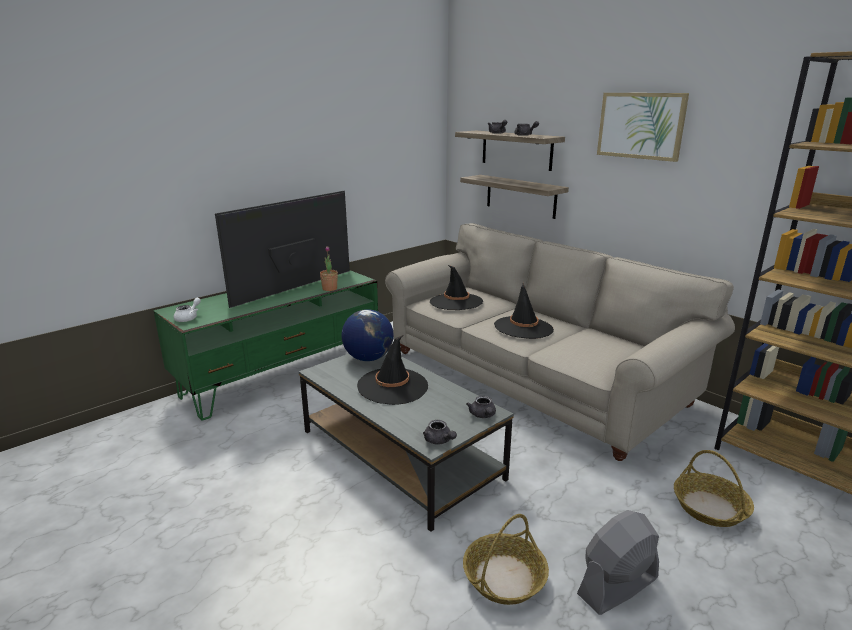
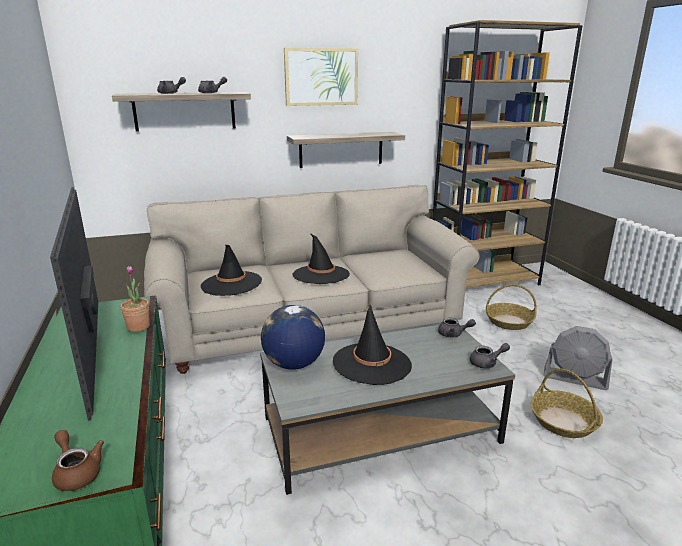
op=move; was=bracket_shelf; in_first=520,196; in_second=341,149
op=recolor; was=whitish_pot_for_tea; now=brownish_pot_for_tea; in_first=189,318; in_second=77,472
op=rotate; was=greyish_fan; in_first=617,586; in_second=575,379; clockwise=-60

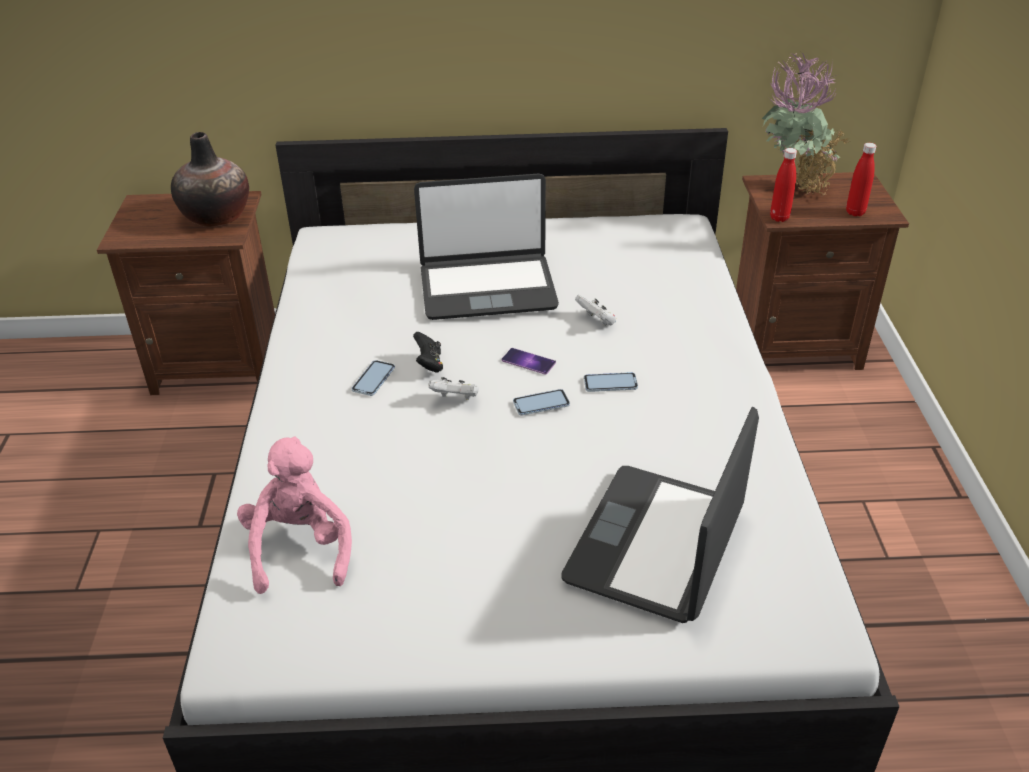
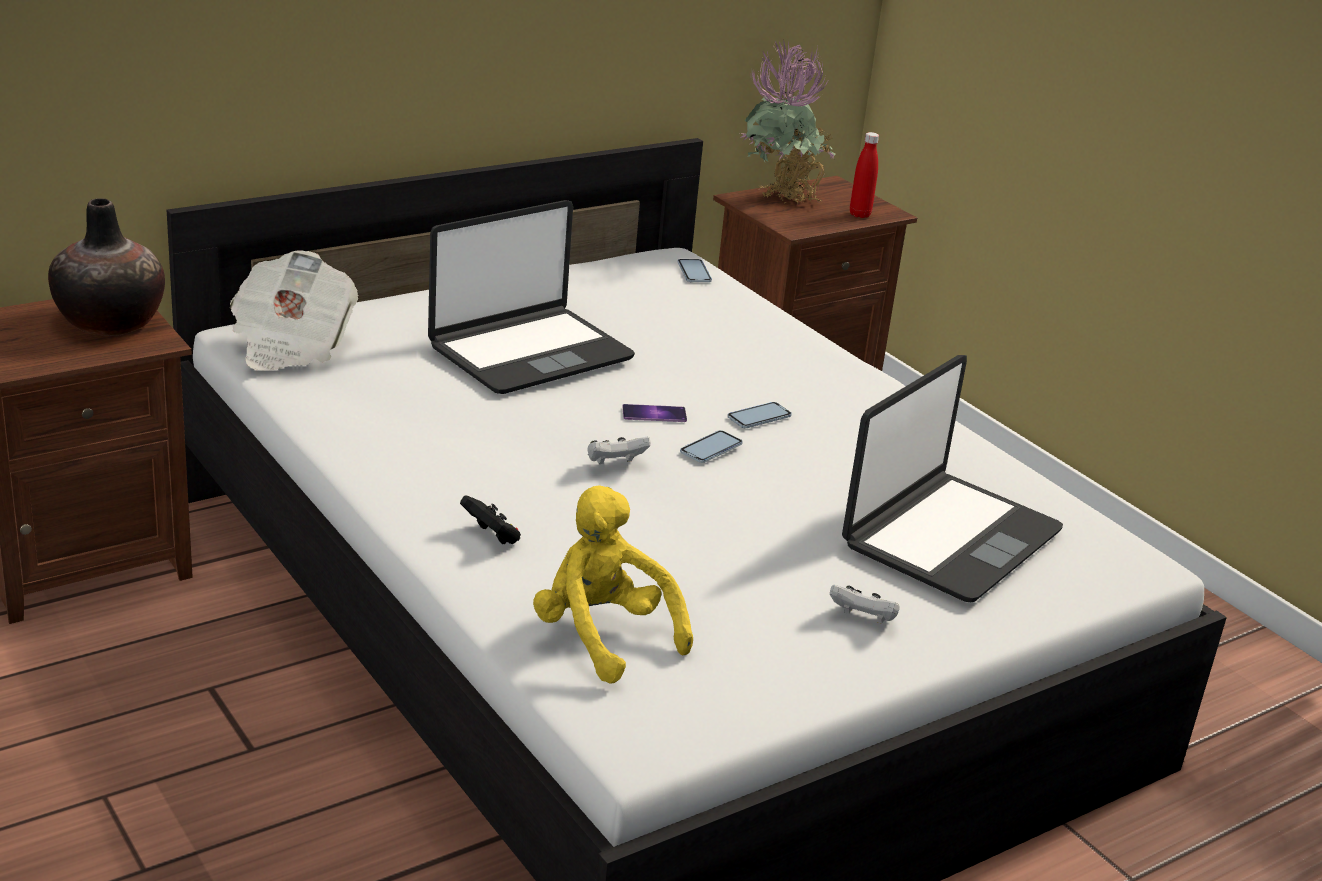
op=delete; was=red_beverage_bottle; in_first=779,218
op=move; was=whitish_gamepad; in_first=596,321; in_second=862,619
op=move; was=blackish_gamepad; in_first=429,364; in_second=491,537
op=move; was=telephone; in_first=373,379; in_second=694,272
op=rotate; was=notebook_computer; in_first=657,544; in_second=949,538; clockwise=-135
op=recolor; was=pinkish_soft_toy; now=yellowish_soft_toy; in_first=300,548; in_second=603,636
op=insert; now=newspaper; in_second=290,344

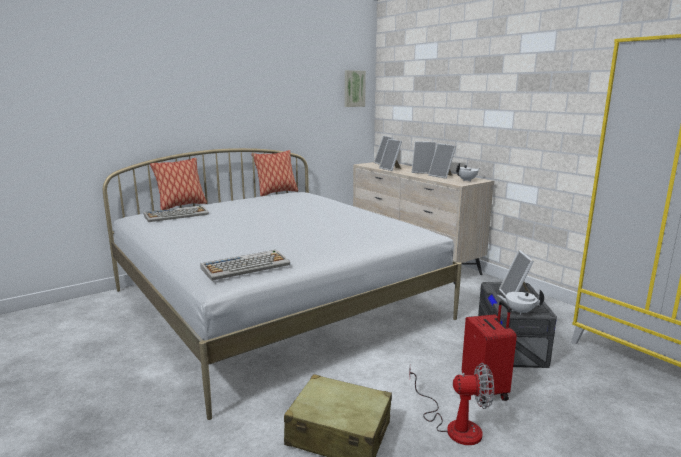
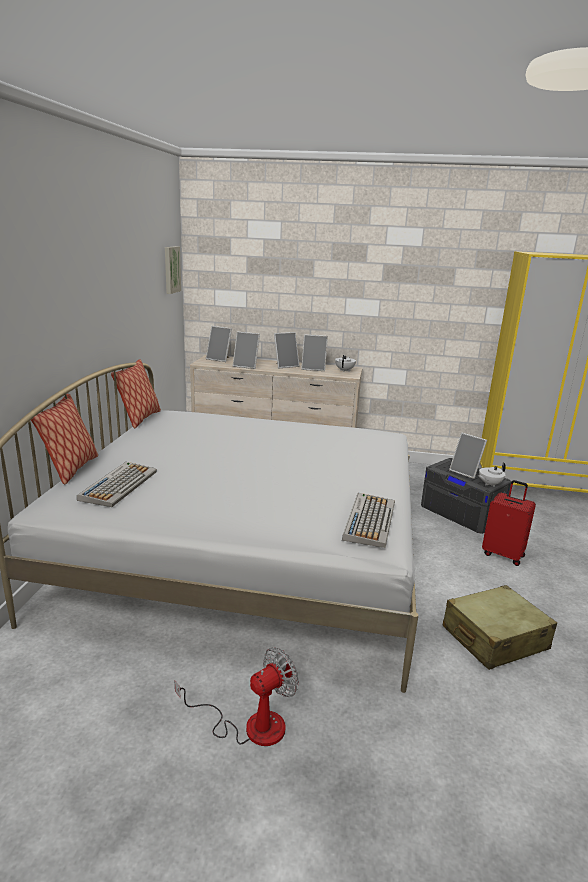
op=move; was=fan; in_first=454,425; in_second=250,725

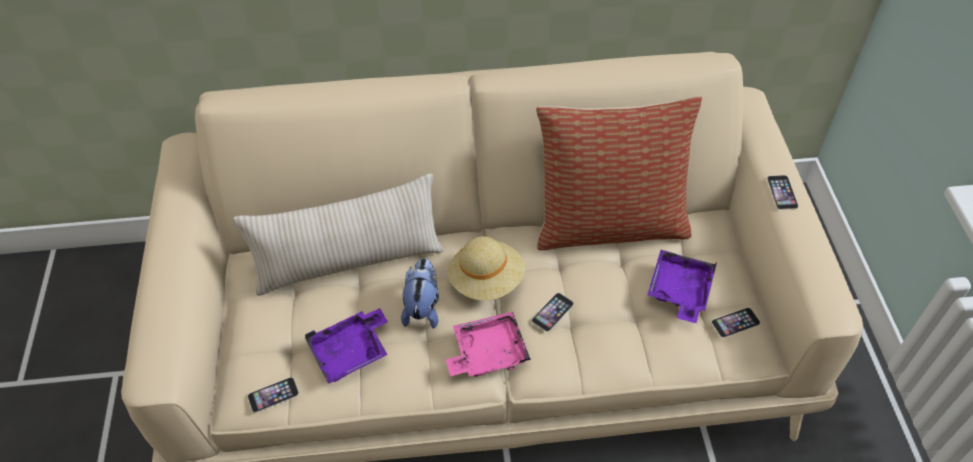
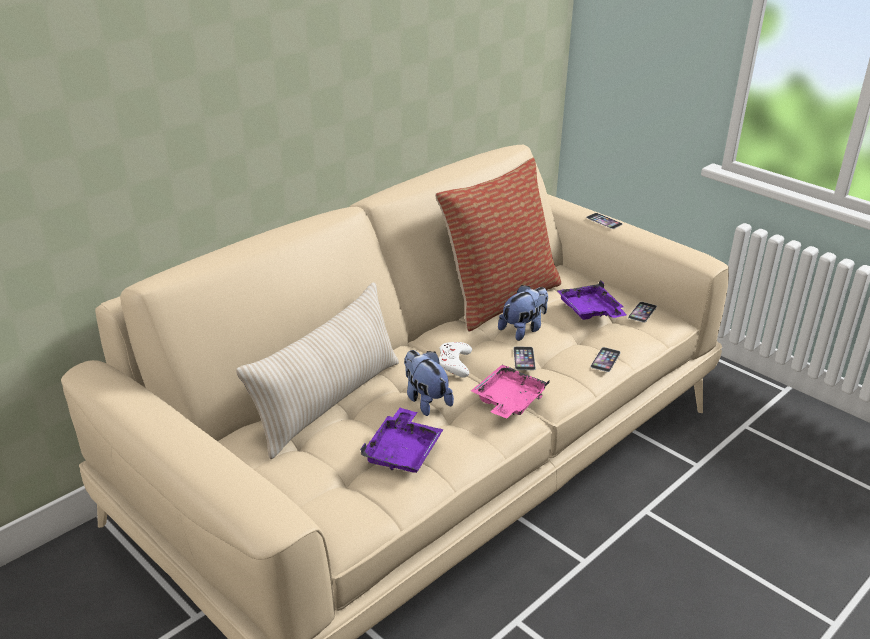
op=replace; was=beige-coloured_hat; now=whitish_gamepad; in_first=486,280; in_second=454,363
op=move; was=telephone; in_first=273,394; in_second=605,359
op=insert; now=soft_toy; in_second=523,329

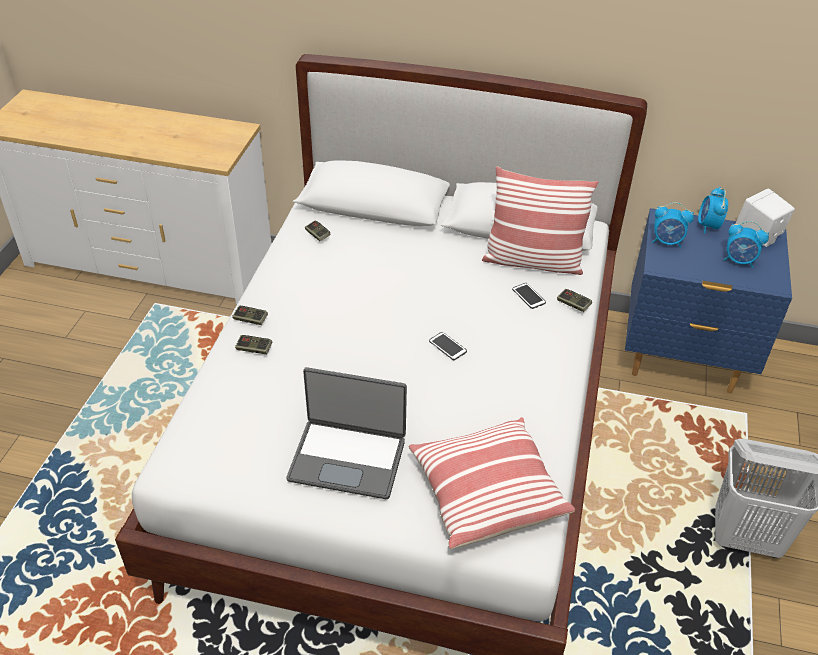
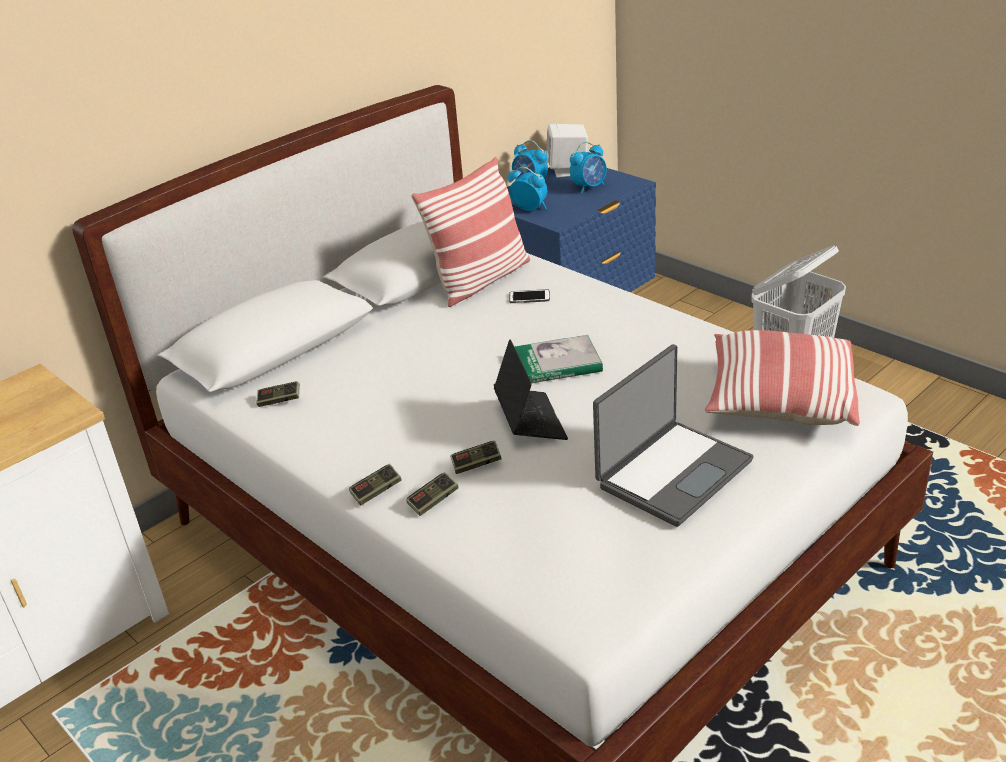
op=rotate; was=bedside_clock; in_first=667,242; in_second=529,209; clockwise=-105
op=move; was=gamepad; in_first=573,305; in_second=476,464
op=replace; was=telephone; now=book; in_first=447,346; in_second=558,363
op=insert; now=notebook_computer; in_second=530,421

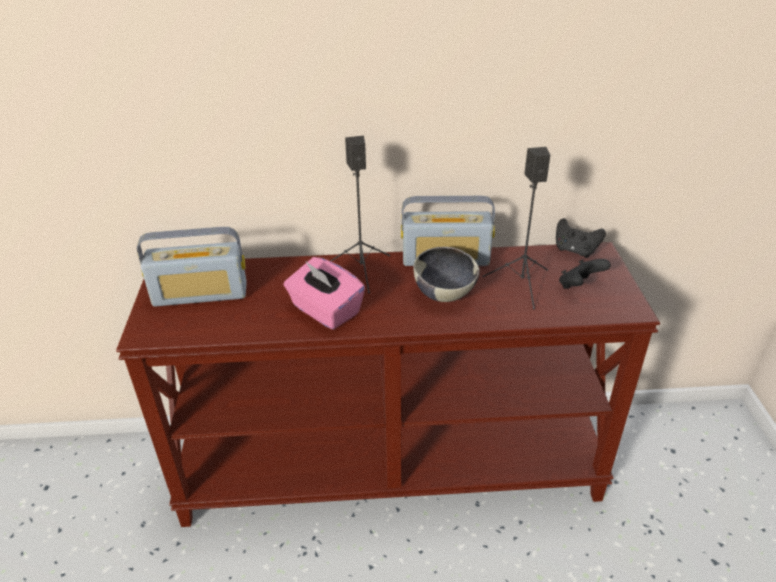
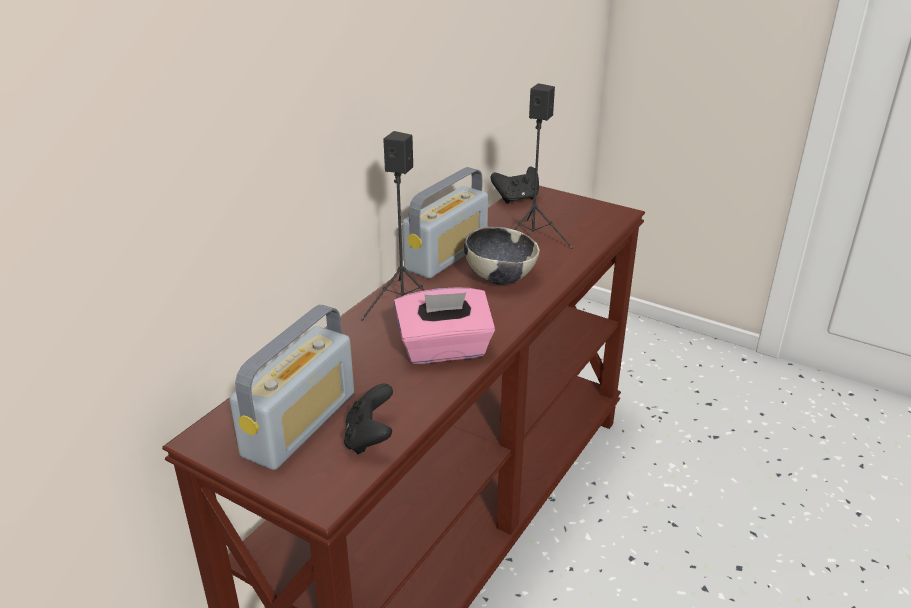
op=move; was=blackish_gamepad; in_first=579,286; in_second=369,438

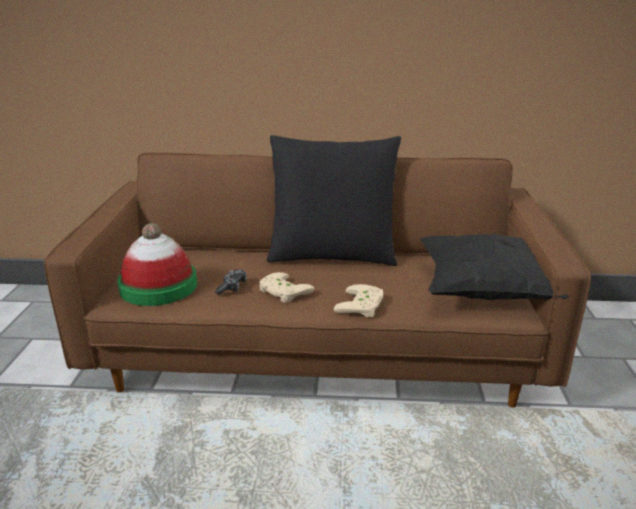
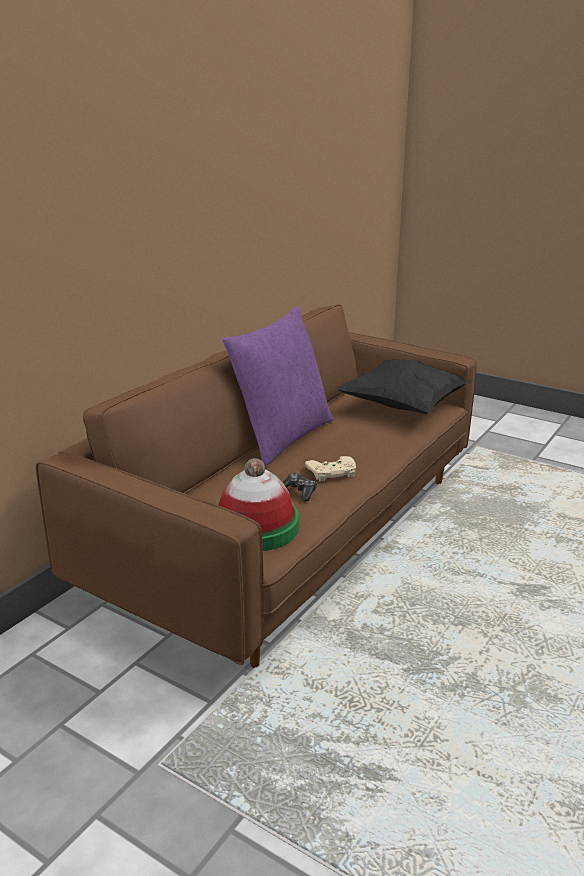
op=recolor; was=blackish_cushion; now=purple_cushion; in_first=332,255; in_second=282,437
op=delete; was=beige-coloured_gamepad; in_first=363,305

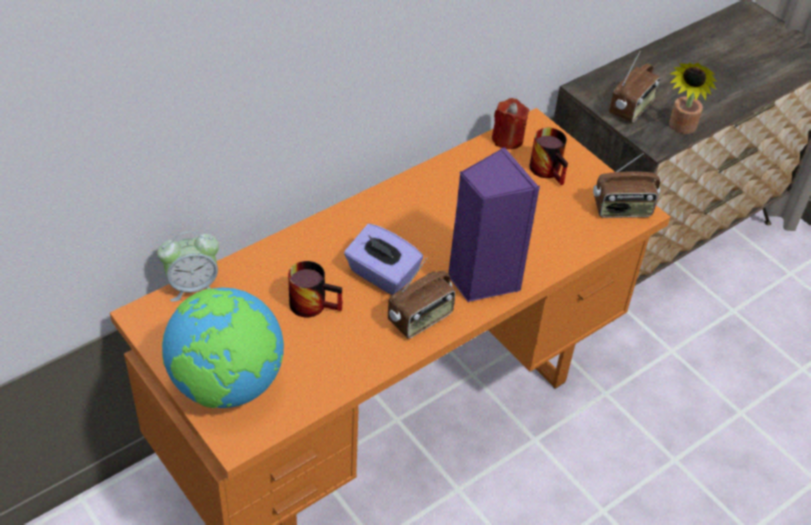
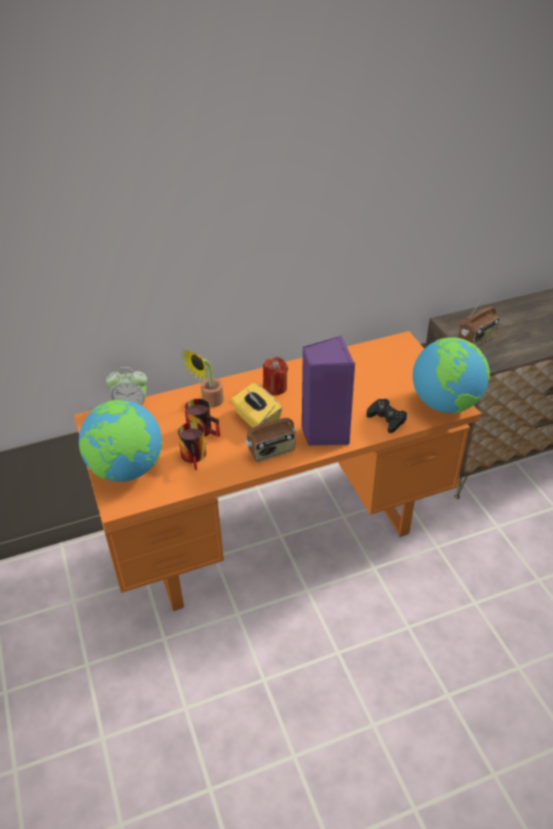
op=move; was=plant_in_a_pot; in_first=681,128; in_second=209,402
op=move; was=red_candle; in_first=507,139; in_second=275,387
op=move; was=mug; in_first=550,170; in_second=196,456
op=replace; was=radio_receiver; now=desk_globe; in_first=622,210; in_second=445,403
op=recolor; was=purple_box_of_tissues; now=yellowish_box_of_tissues; in_first=381,275; in_second=256,419
op=insert; now=blackish_gamepad; in_second=386,419

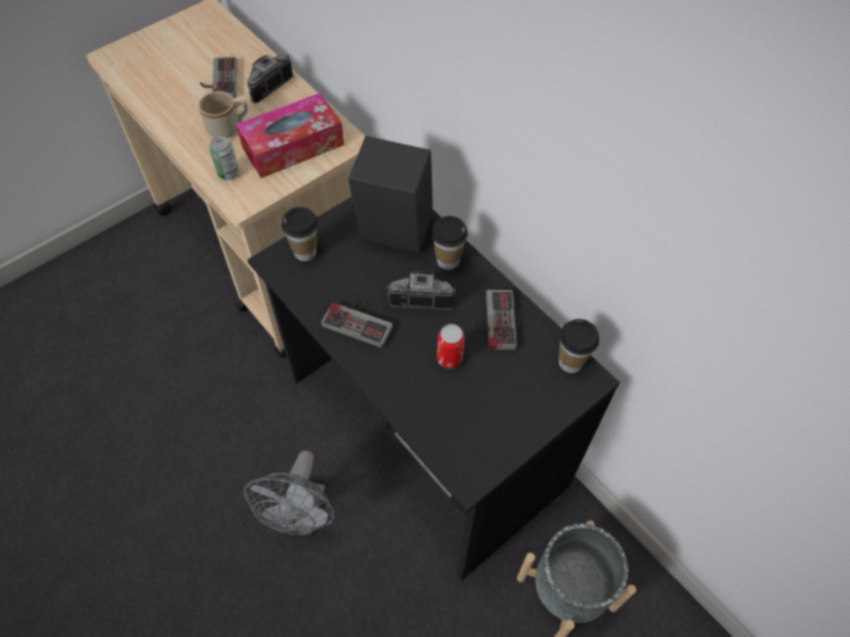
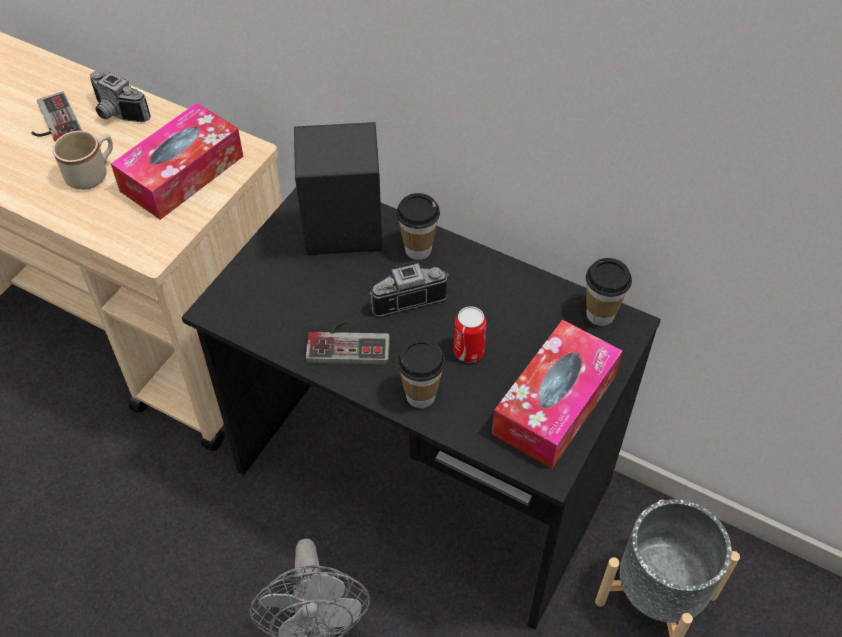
op=rotate; was=still_camera; in_first=266,85; in_second=116,114; clockwise=-75
op=delete; was=sealed_can; in_first=228,173
op=move; was=small_cup; in_first=305,252; in_second=420,395
op=delete; was=gamepad; in_first=492,320
op=insert; now=box_of_tissues; in_second=554,404

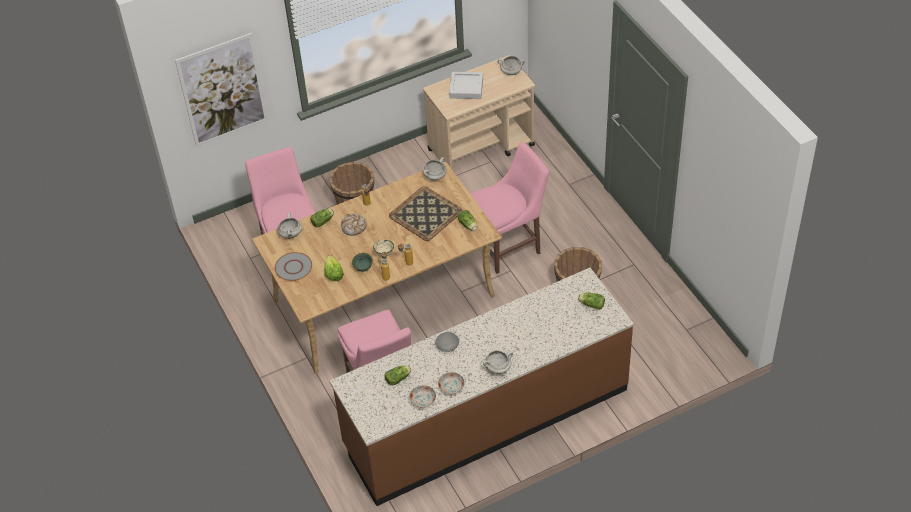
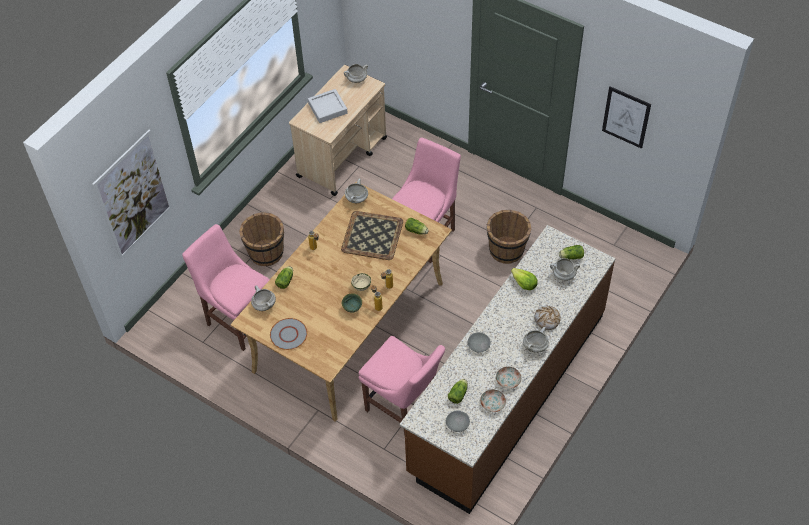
op=move; was=bread; in_first=354,227; in_second=547,320
op=move; was=lettuce; in_first=333,274; in_second=523,284
op=insert; now=wall_picture; in_second=626,117
op=insert; now=whitish_cooking_pot; in_second=563,275
op=insert; now=greyish_bowl; in_second=458,423

